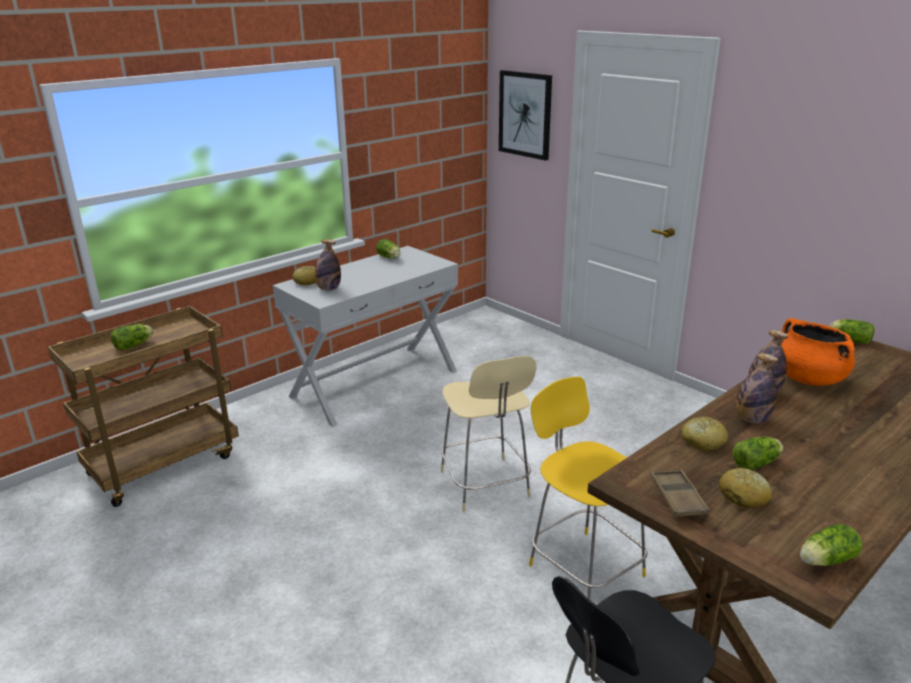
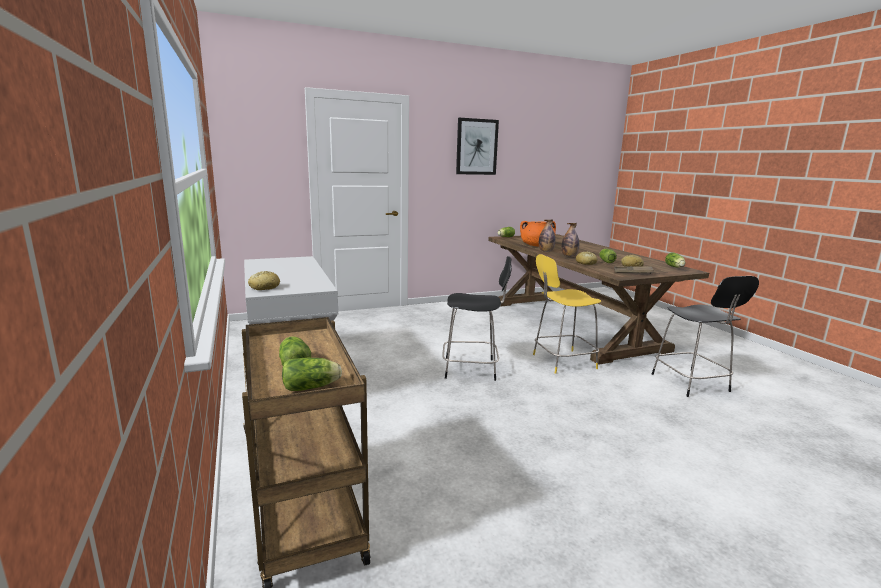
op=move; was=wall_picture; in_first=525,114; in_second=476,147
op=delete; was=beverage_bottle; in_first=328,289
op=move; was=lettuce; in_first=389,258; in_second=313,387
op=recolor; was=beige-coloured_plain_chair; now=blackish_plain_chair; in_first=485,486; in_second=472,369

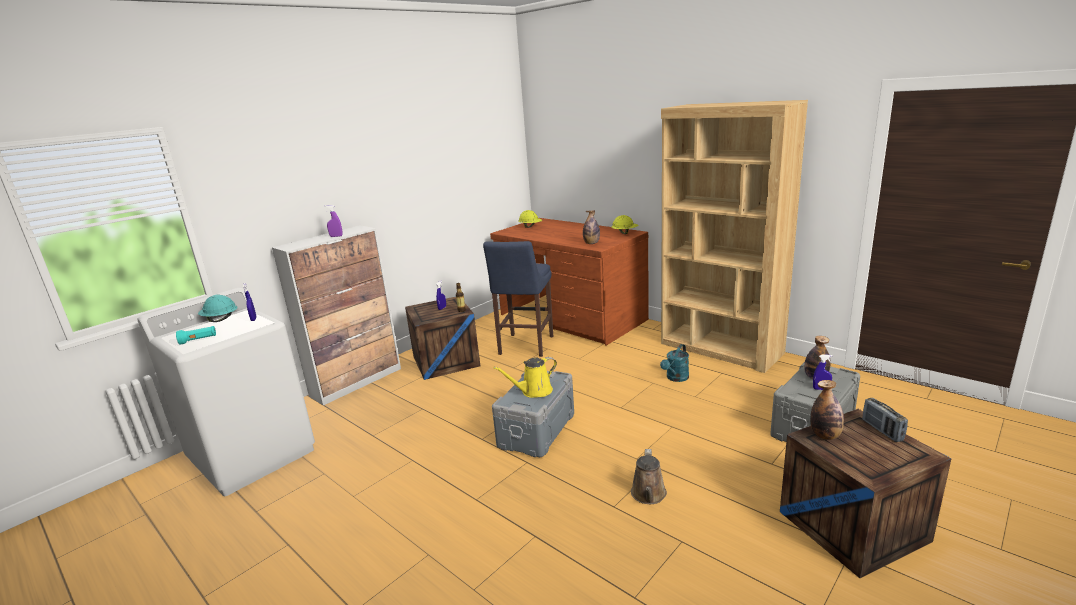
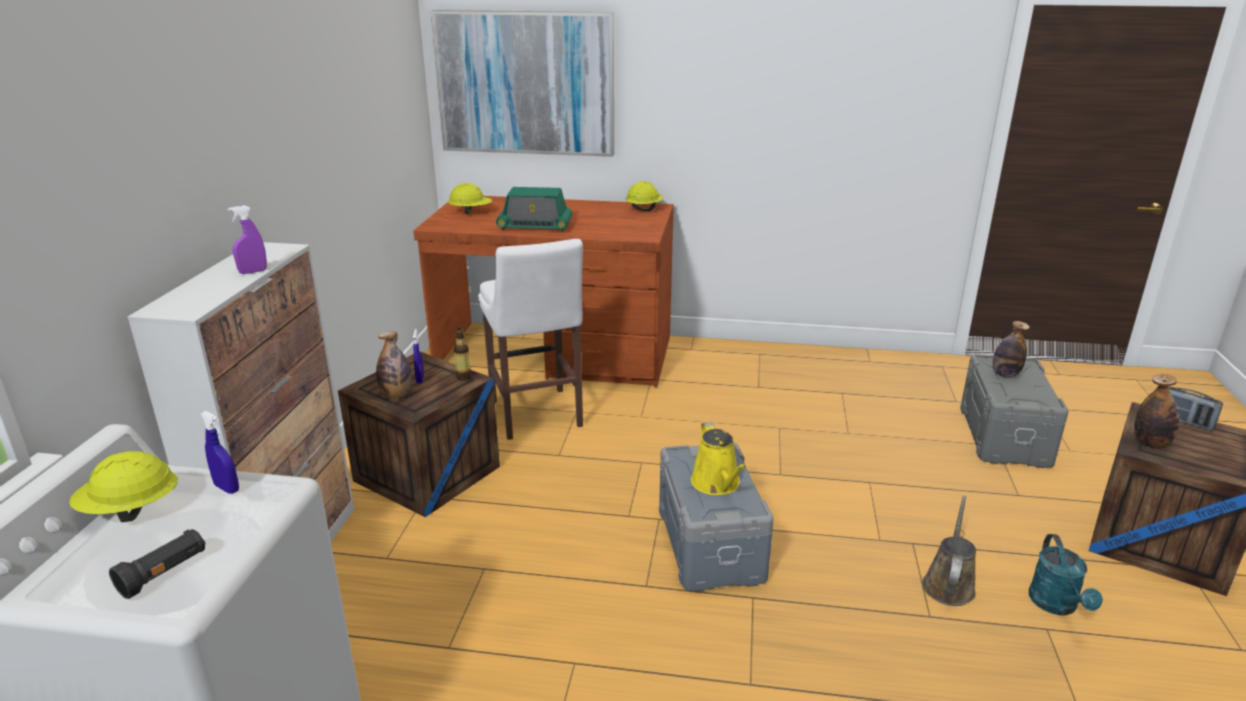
op=delete; was=brownish_bookshelf; in_first=721,349
op=move; was=beverage_bottle; in_first=591,243; in_second=396,395
op=recolor; was=blue_sitting_stool; now=whitish_sitting_stool; in_first=525,346; in_second=536,416
op=recolor; was=turquoise-coloured_hard_hat; now=yellowish_hard_hat; in_first=220,319; in_second=131,511
op=recolor; was=turquoise-coloured_torch; now=blackish_torch; in_first=198,340; in_second=164,574
op=move; was=turquoise-coloured_watering_can; in_first=675,378; in_second=1056,606
op=delete; was=blue_hand_sprayer; in_first=821,389
op=rotate; was=yellowish_watering_can; in_first=534,391; in_second=717,484; clockwise=-45
op=rotate; was=brownish_watering_can; in_first=648,495; in_second=948,584; clockwise=-135
op=insert; now=wall_picture; in_second=526,83
op=insert; now=radio_receiver; in_second=535,226

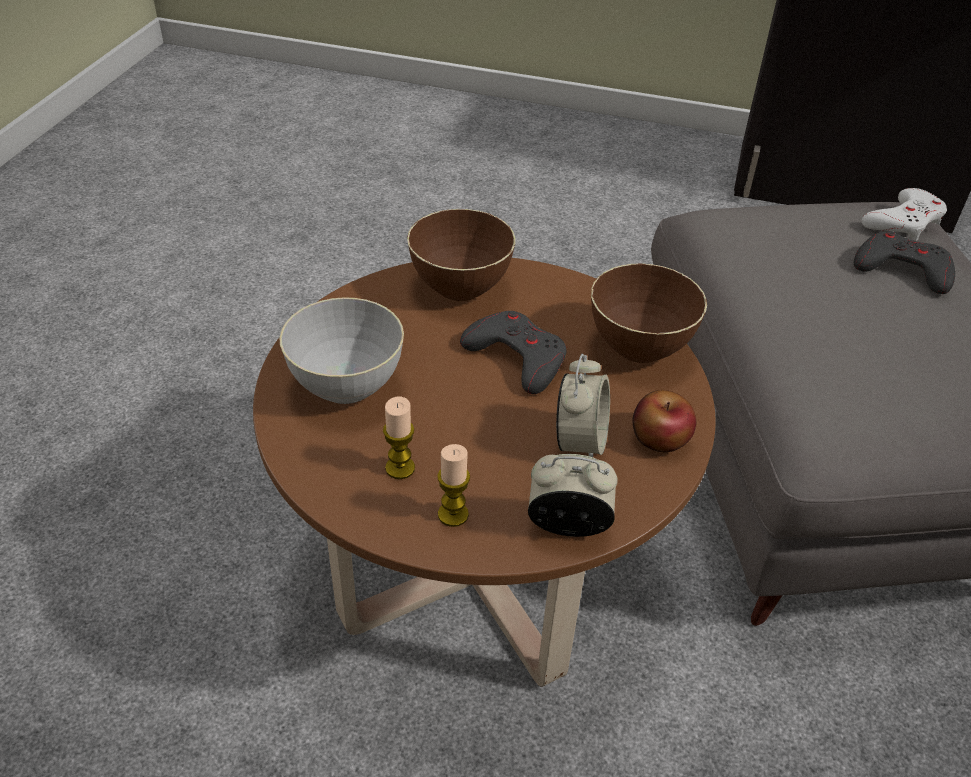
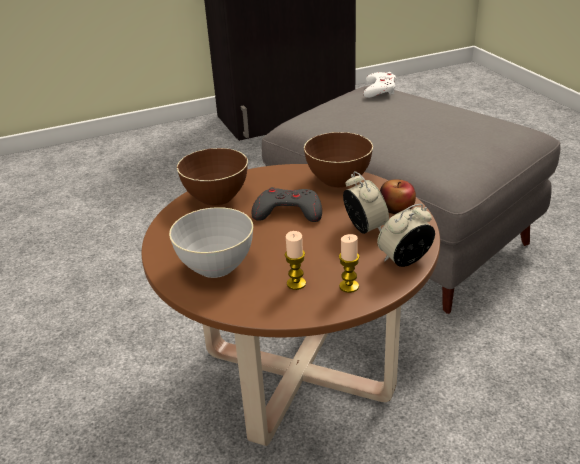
op=delete; was=greyish_gamepad; in_first=902,269

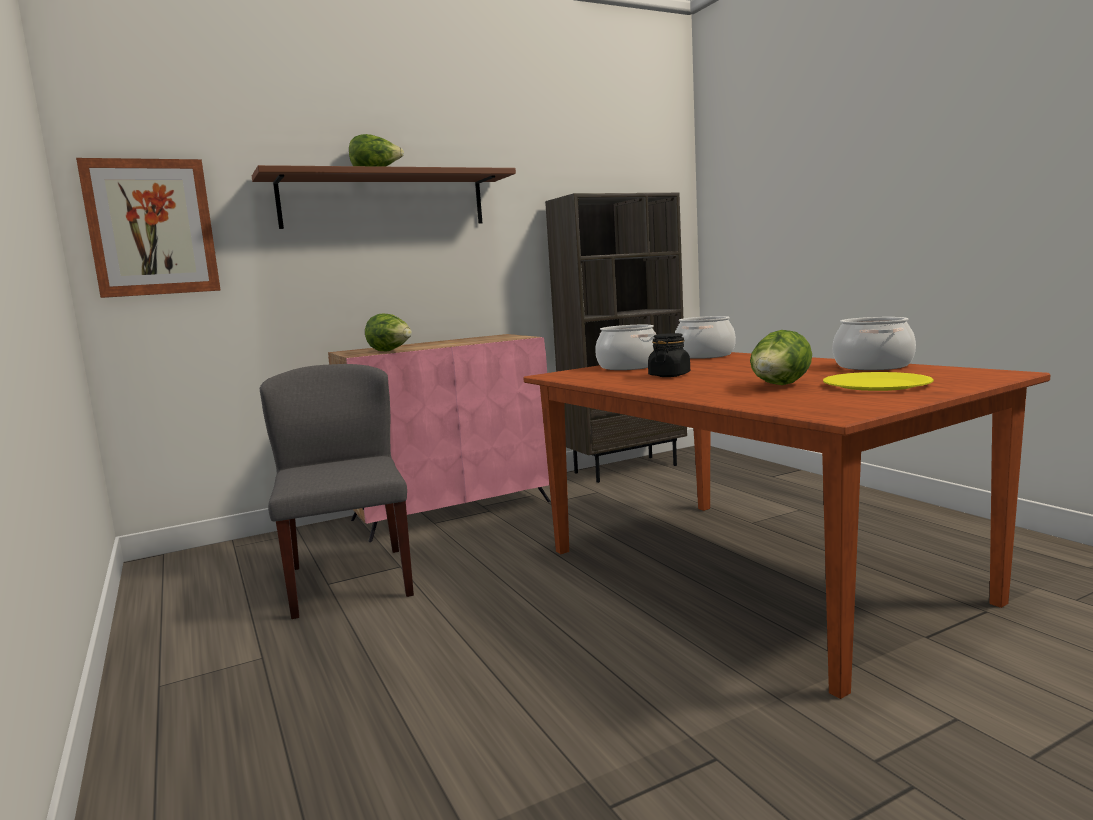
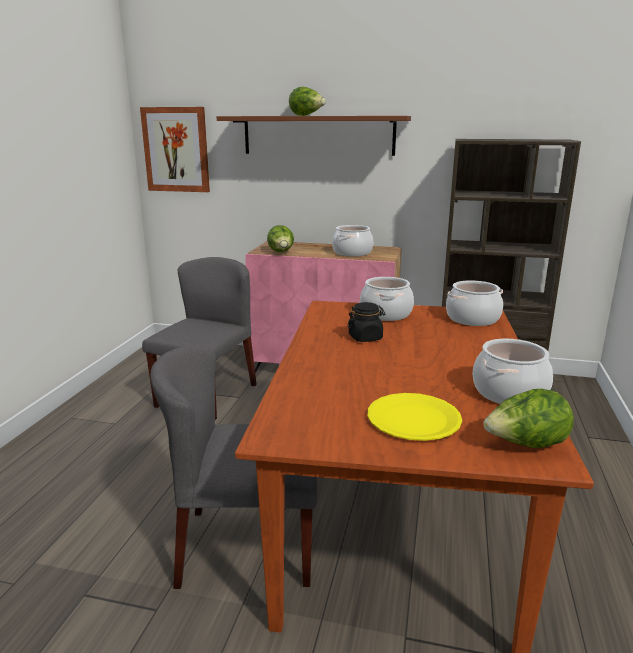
op=move; was=lettuce; in_first=779,386; in_second=525,445
op=insert; now=cooking_pot; in_second=352,253
op=insert; now=greyish_plain_chair; in_second=246,547

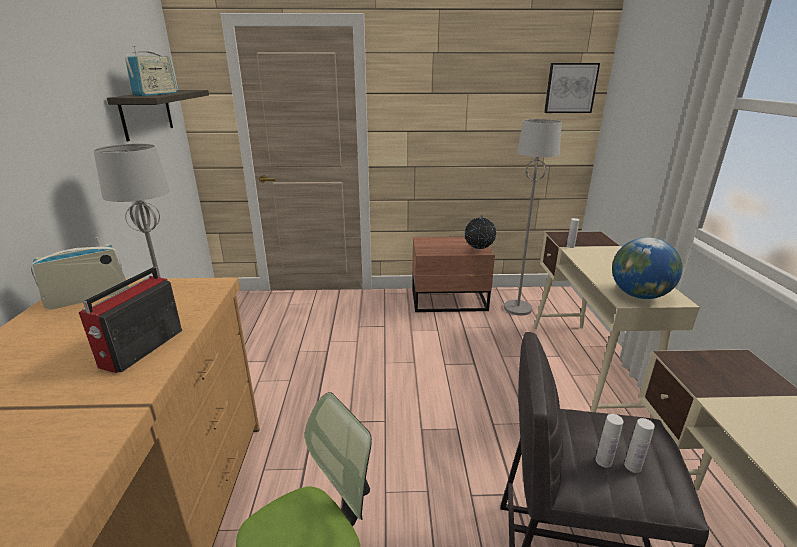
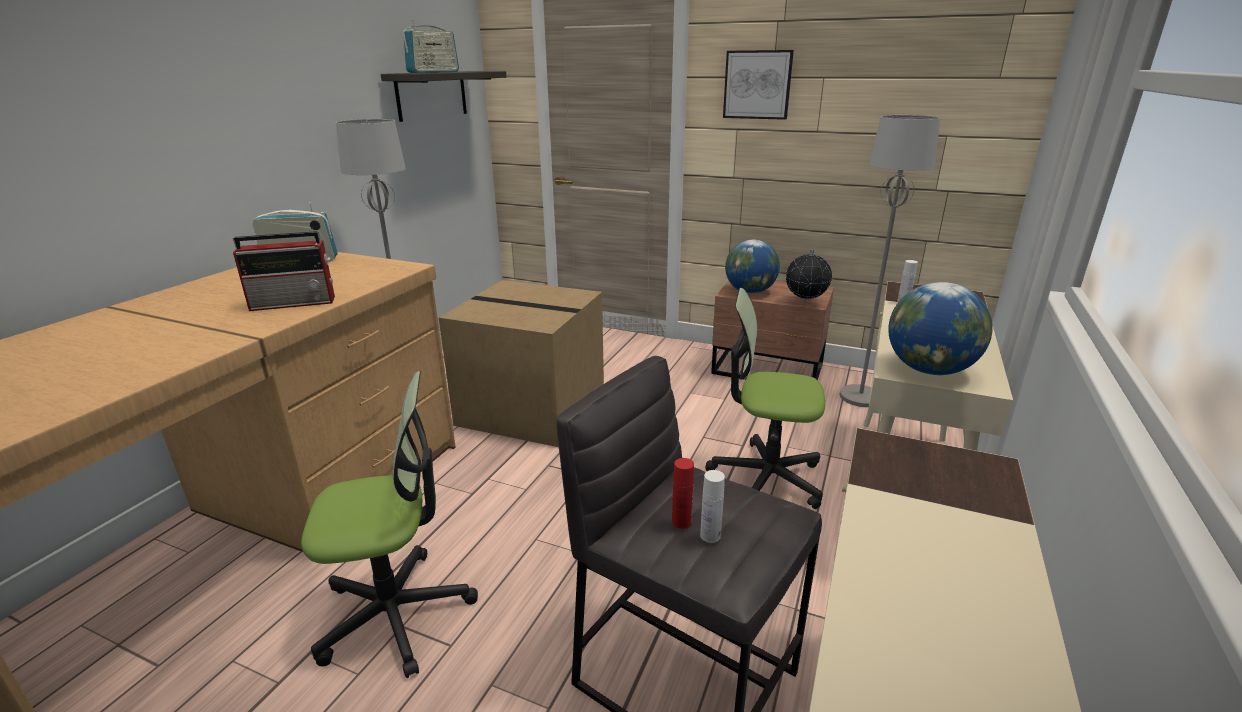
op=move; was=wall_picture; in_first=570,88; in_second=757,85
op=rotate; was=radio_receiver; in_first=141,349; in_second=295,302; clockwise=-150
op=recolor; was=whitish_beverage_bottle; now=red_beverage_bottle; in_first=603,461; in_second=681,522
op=insert; now=desk_globe; in_second=750,292
op=insert; now=packing_box; in_second=529,408
op=insert; now=computer_chair; in_second=766,478

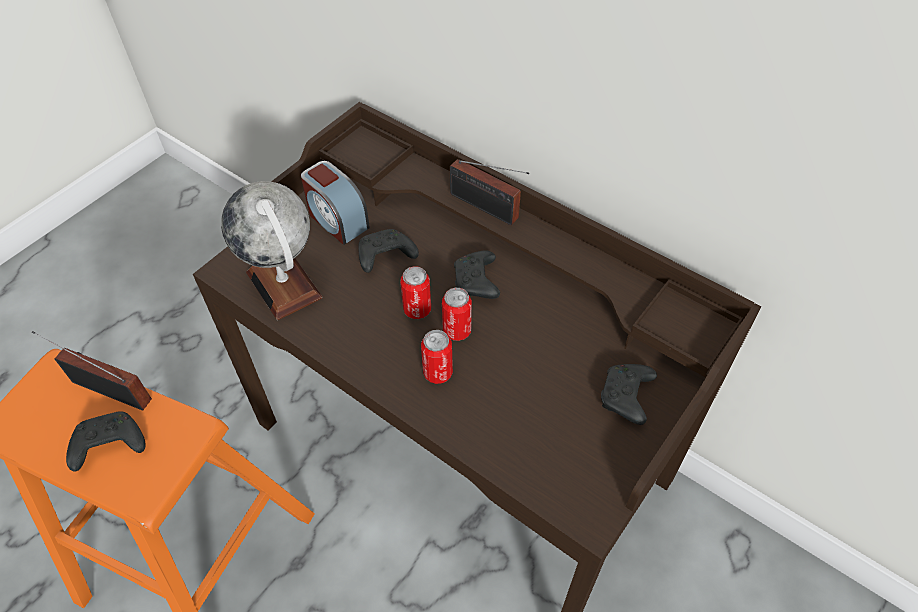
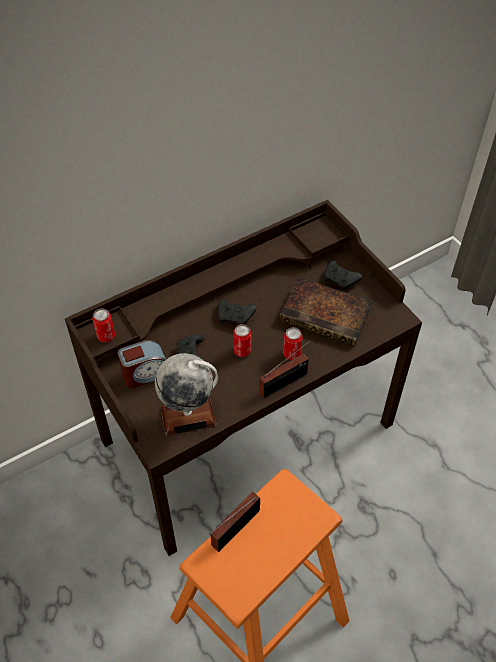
op=move; was=radio_receiver; in_first=487,208; in_second=286,382
op=move; was=sealed_can; in_first=457,330; in_second=106,336
op=delete; was=blackish_gamepad; in_first=108,446
op=insert; now=book; in_second=328,315

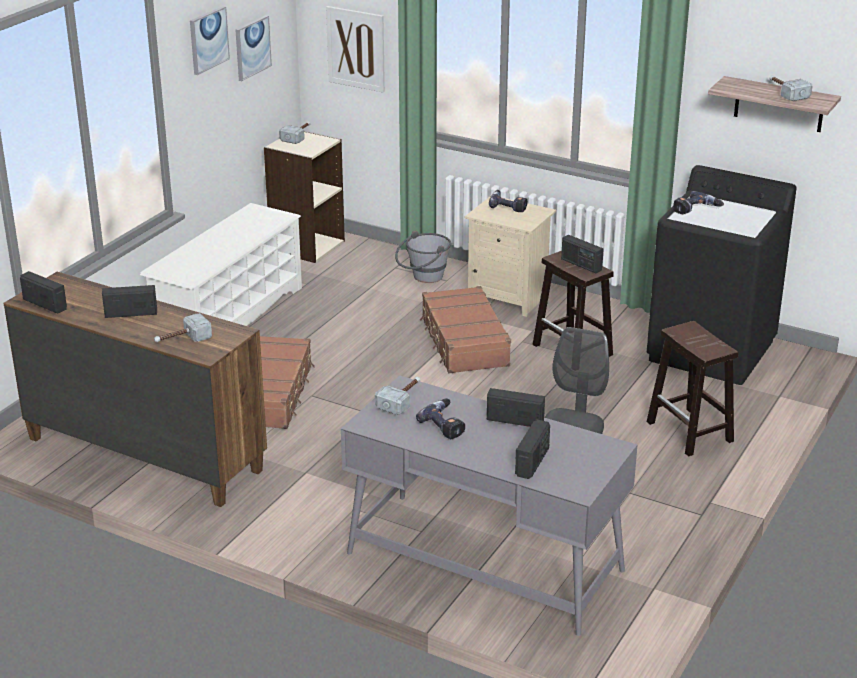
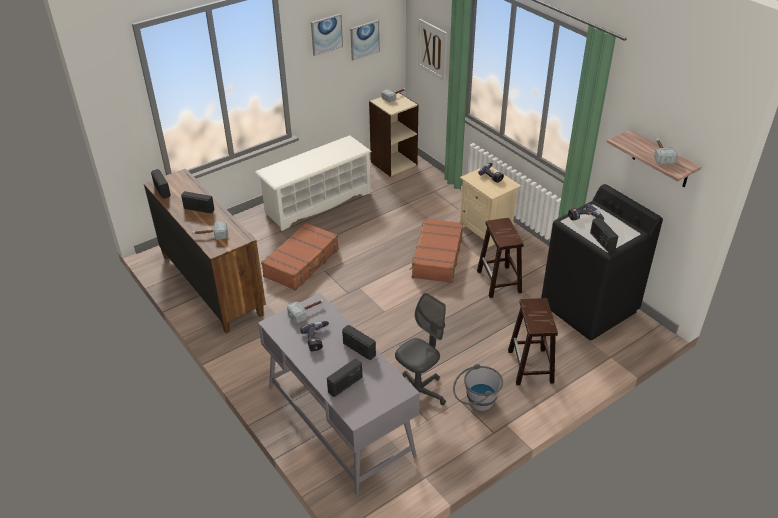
op=move; was=greyish_water_bucket; in_first=423,278; in_second=476,402
op=move; was=radio_receiver; in_first=581,264; in_second=602,241

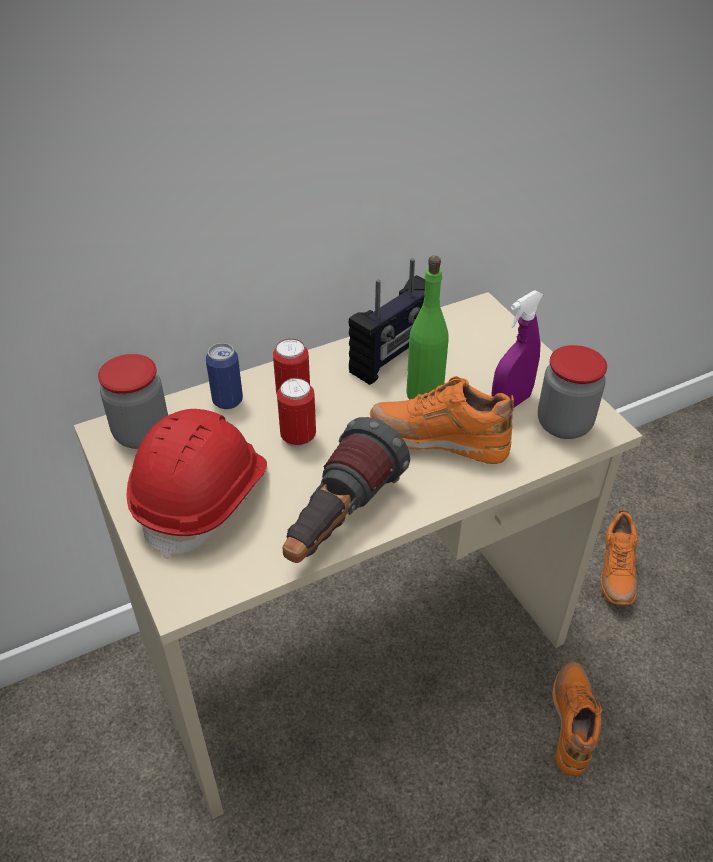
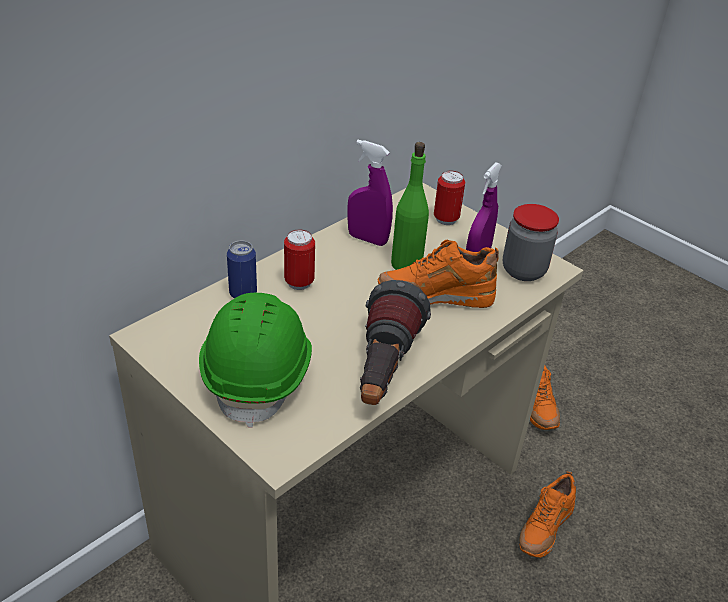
op=replace; was=radio_receiver; now=purple_hand_sprayer; in_first=393,356; in_second=367,239
op=delete; was=preserve_jar; in_first=142,433
op=move; was=sealed_can; in_first=298,437; in_second=446,219
op=recolor; was=red_hard_hat; now=greenish_hard_hat; in_first=203,497; in_second=259,374
op=rotate; was=orange-coloured_low_shoe; in_first=571,723; in_second=543,530; clockwise=-135

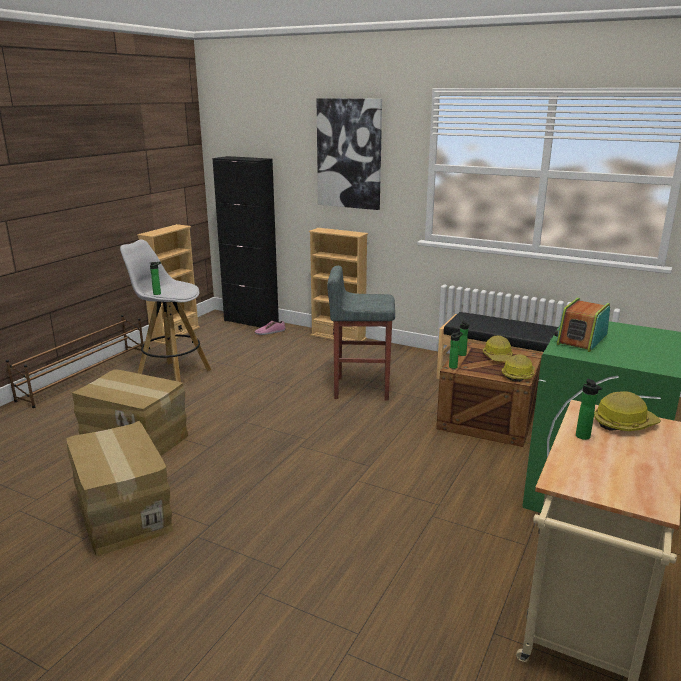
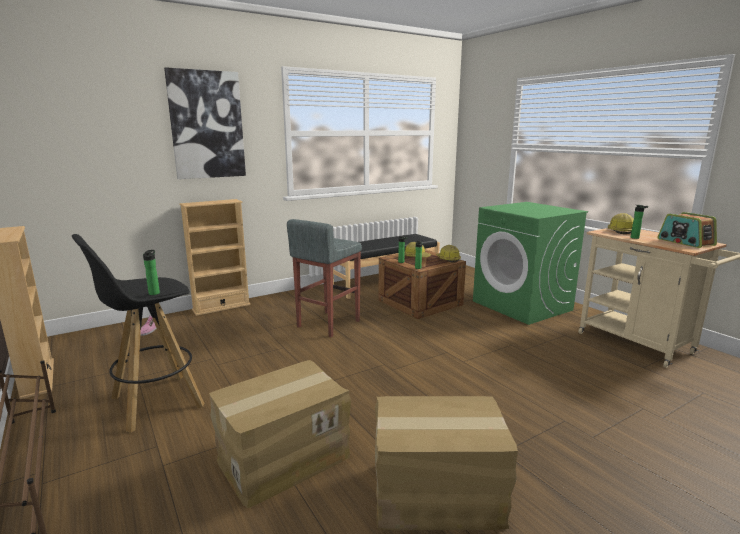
op=delete; was=blackish_cabinet; in_first=251,321
op=recolor; was=whitish_sitting_stool; now=blackish_sitting_stool; in_first=172,376; in_second=155,403
op=move; was=radio_receiver; in_first=581,340; in_second=685,242

